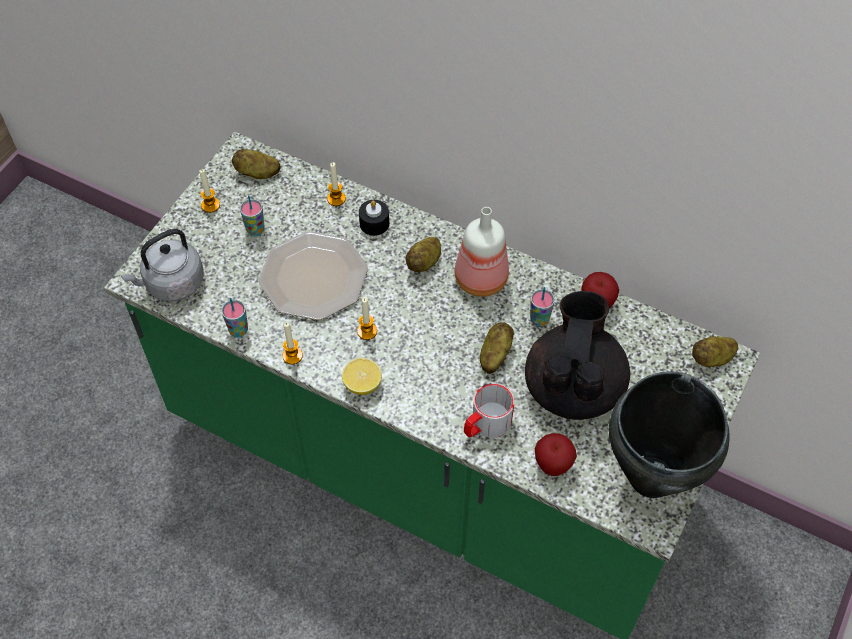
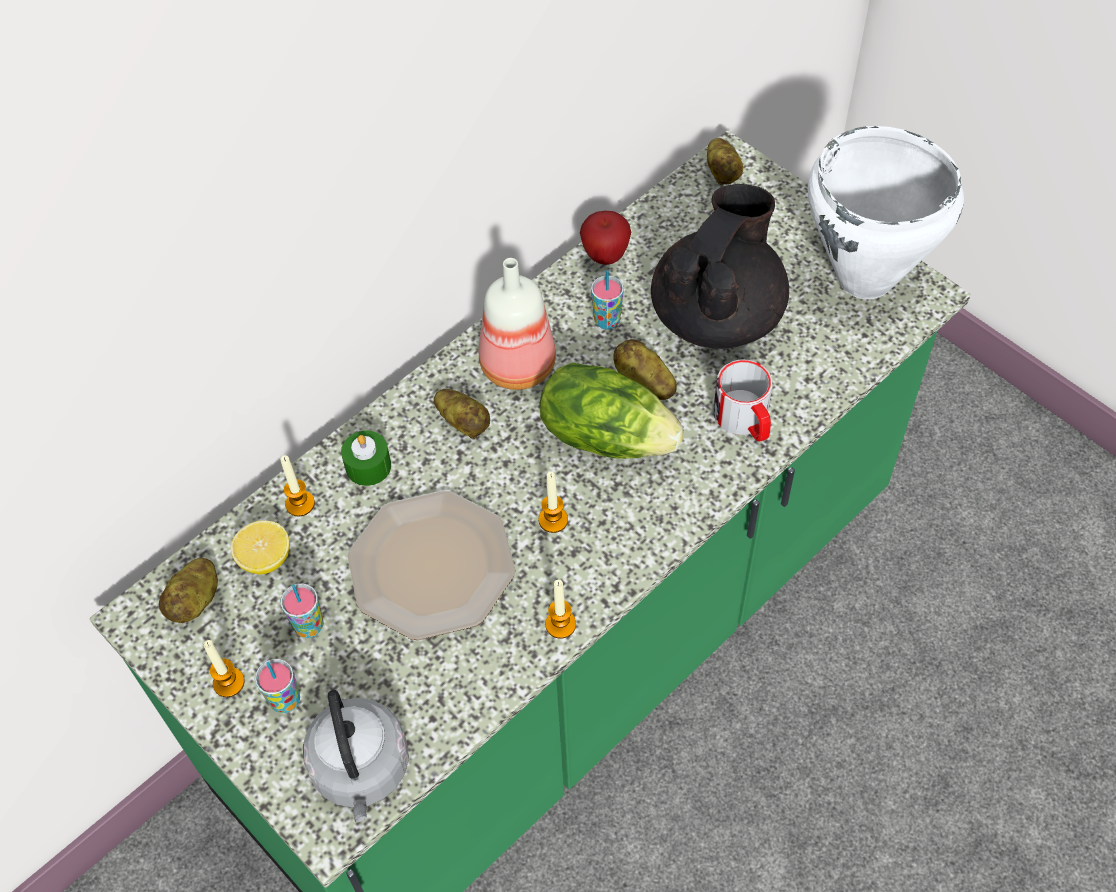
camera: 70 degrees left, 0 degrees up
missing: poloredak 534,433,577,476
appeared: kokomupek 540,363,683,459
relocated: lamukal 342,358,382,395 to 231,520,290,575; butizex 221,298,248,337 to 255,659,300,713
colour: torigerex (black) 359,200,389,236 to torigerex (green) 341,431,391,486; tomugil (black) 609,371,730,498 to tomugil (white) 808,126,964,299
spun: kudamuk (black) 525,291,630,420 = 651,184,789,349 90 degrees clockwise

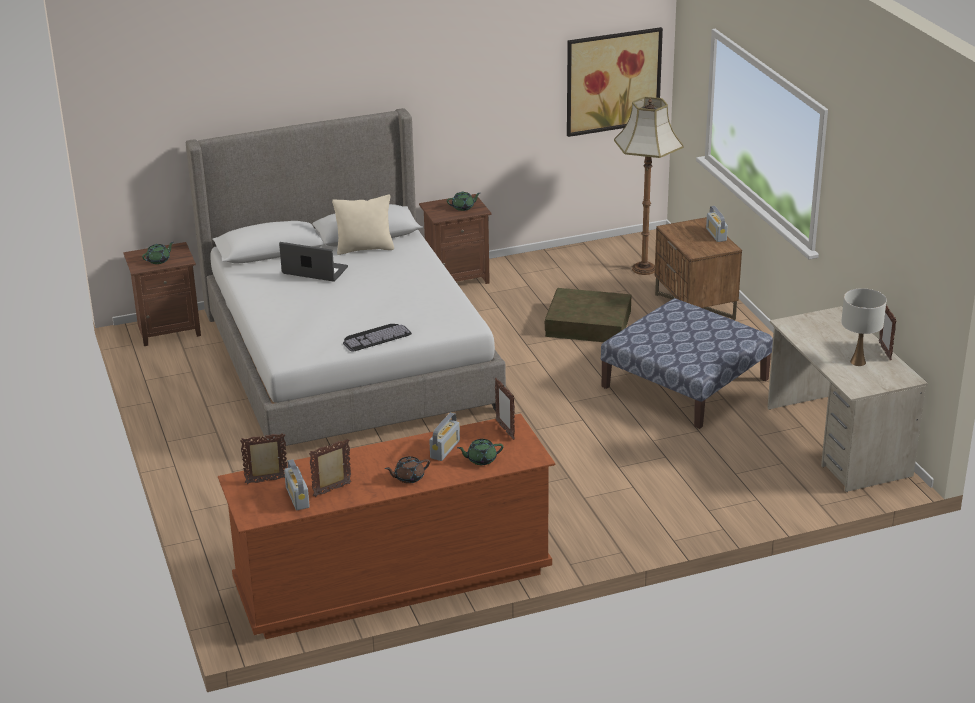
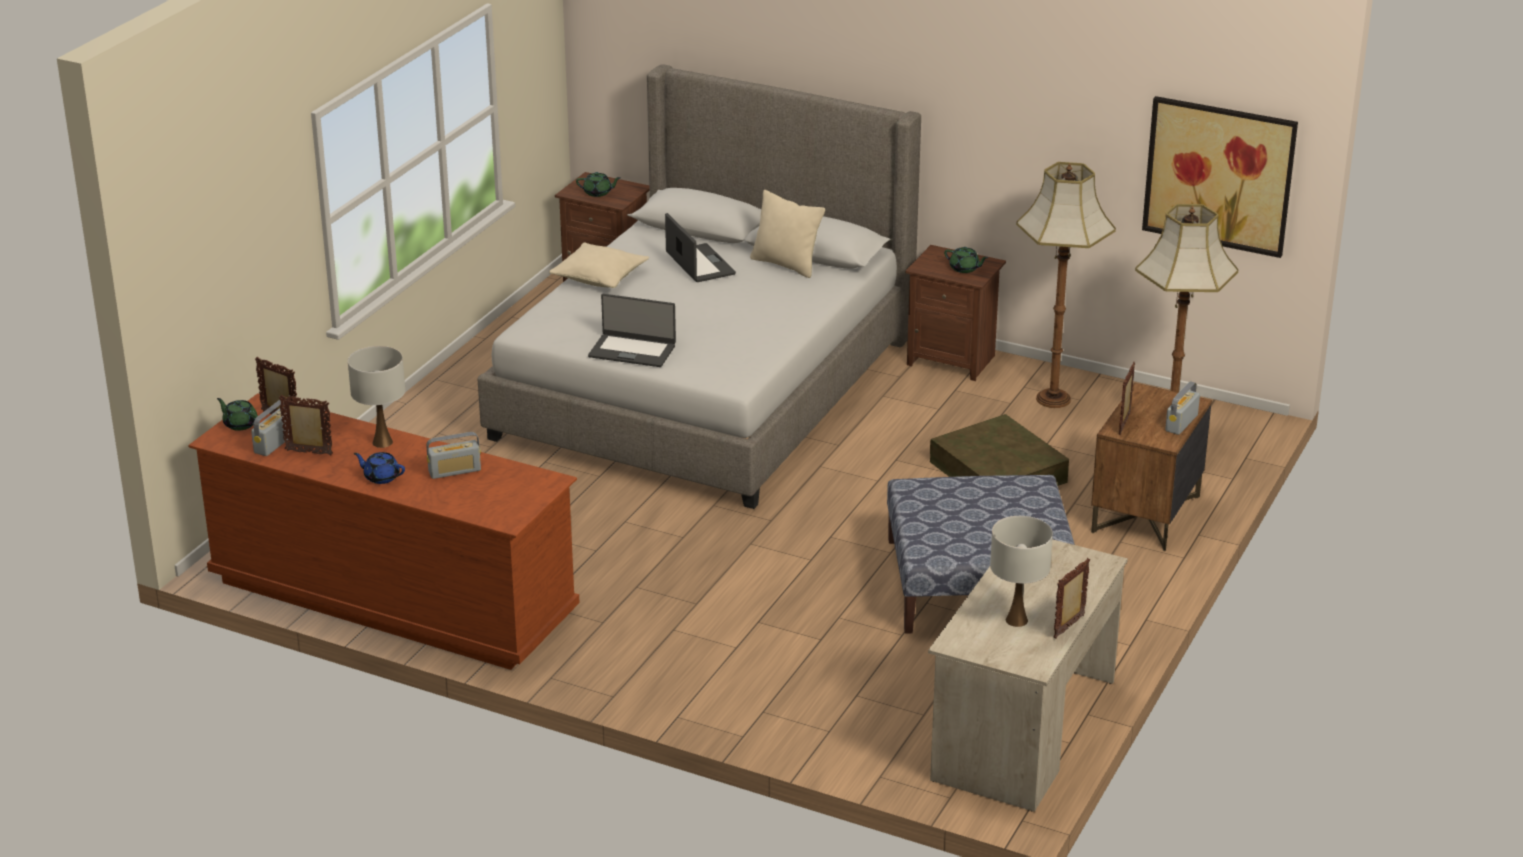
camera: 45 degrees right, 0 degrees up
appeared: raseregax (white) 348,346,405,448; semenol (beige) 549,243,649,288; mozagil 1016,162,1116,408
relocated: kudamuk (green) 457,439,504,465 to 217,398,258,431; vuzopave 495,378,515,440 to 1119,362,1135,435
exchanged: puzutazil 343,324,412,352 to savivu 588,294,676,367
colour: kudamuk (brown) 385,456,430,484 to kudamuk (blue) 354,452,405,484

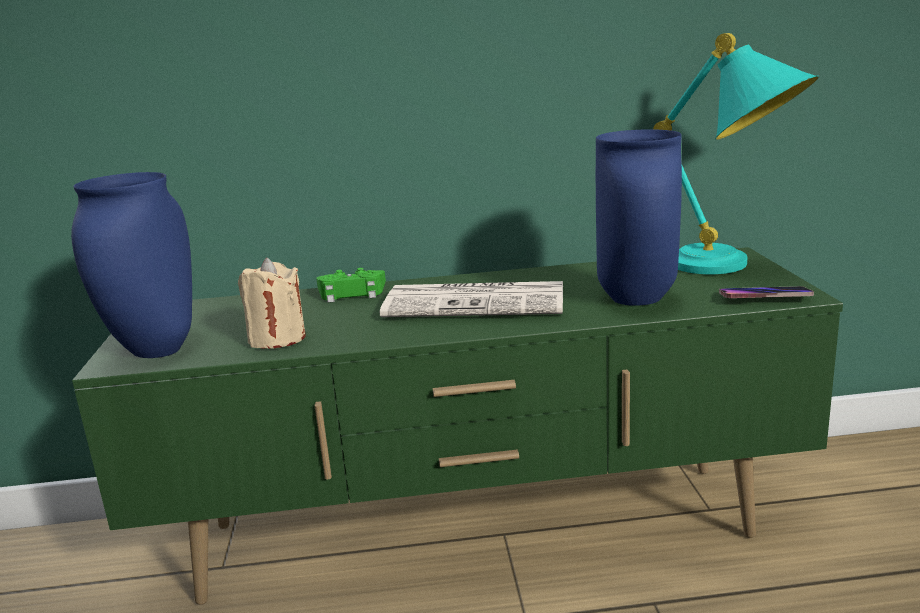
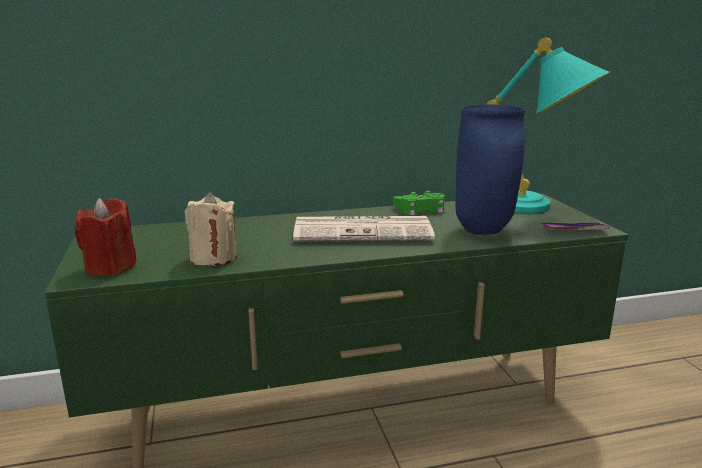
camera: 10 degrees left, 0 degrees up
relocated: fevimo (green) 316,268,386,303 to 393,191,445,216
exchanged: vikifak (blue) 71,172,192,358 to torigerex (red) 75,198,136,276

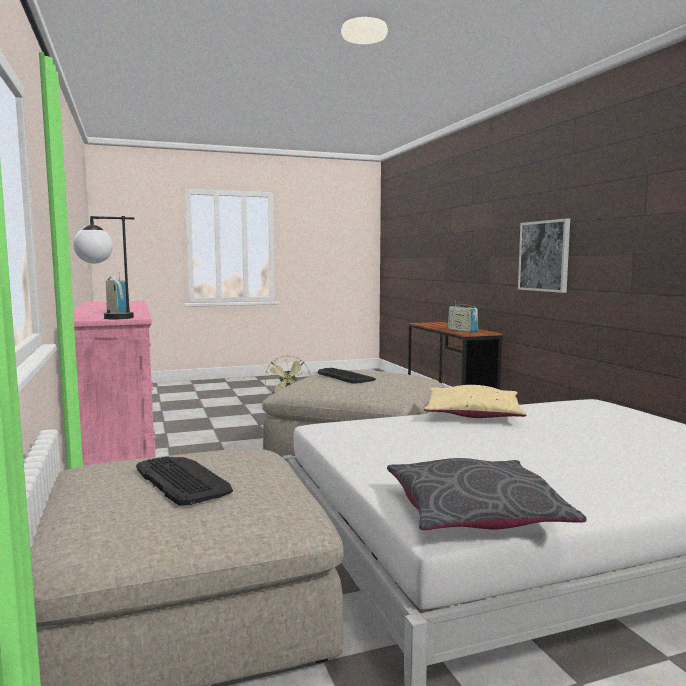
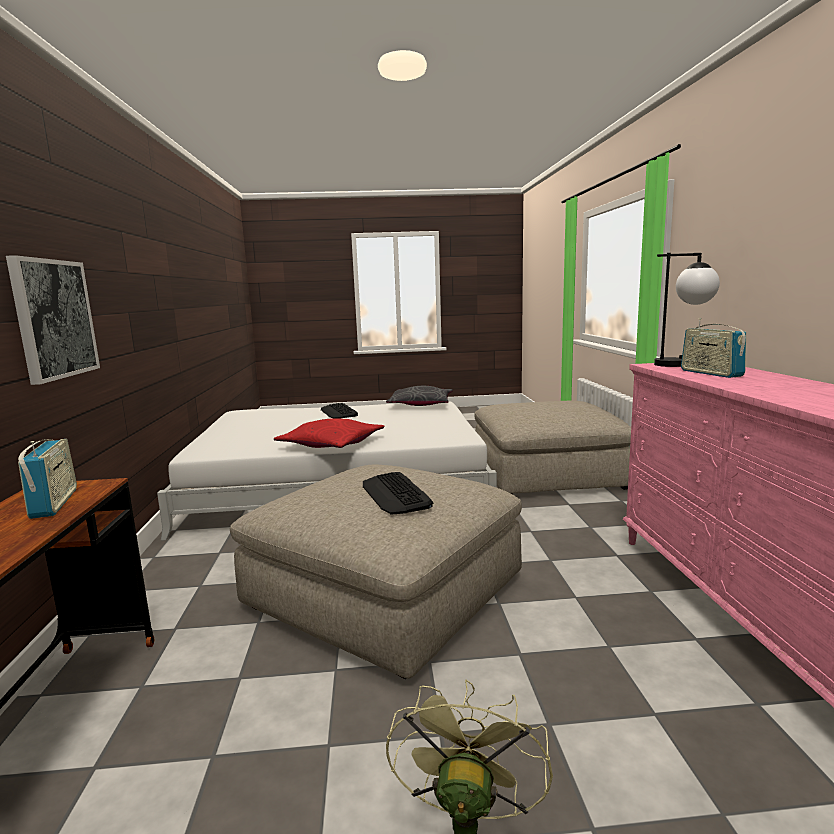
camera: 165 degrees left, 5 degrees up
relocated: puzutazil 136,456,233,506 to 321,403,358,418
colour: semenol (beige) 424,385,527,418 to semenol (red) 274,418,384,448

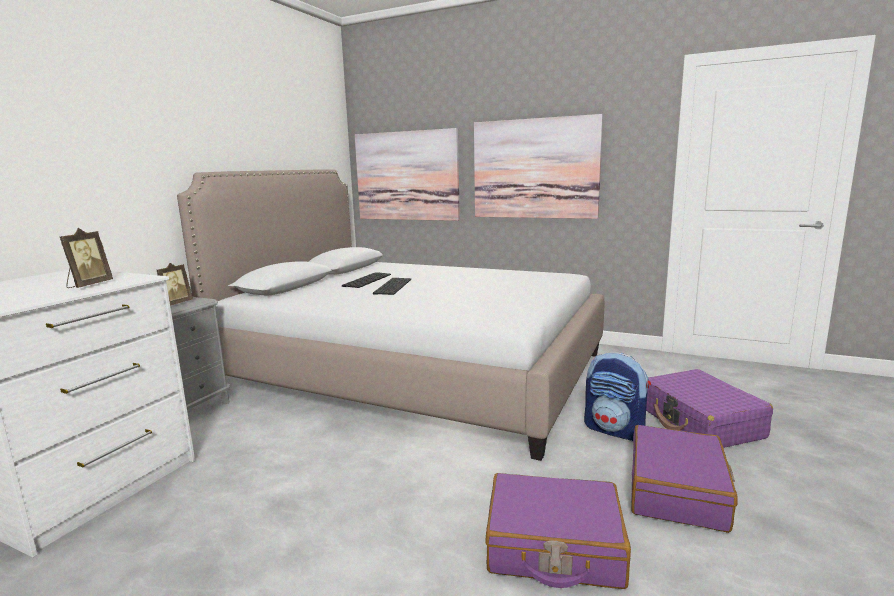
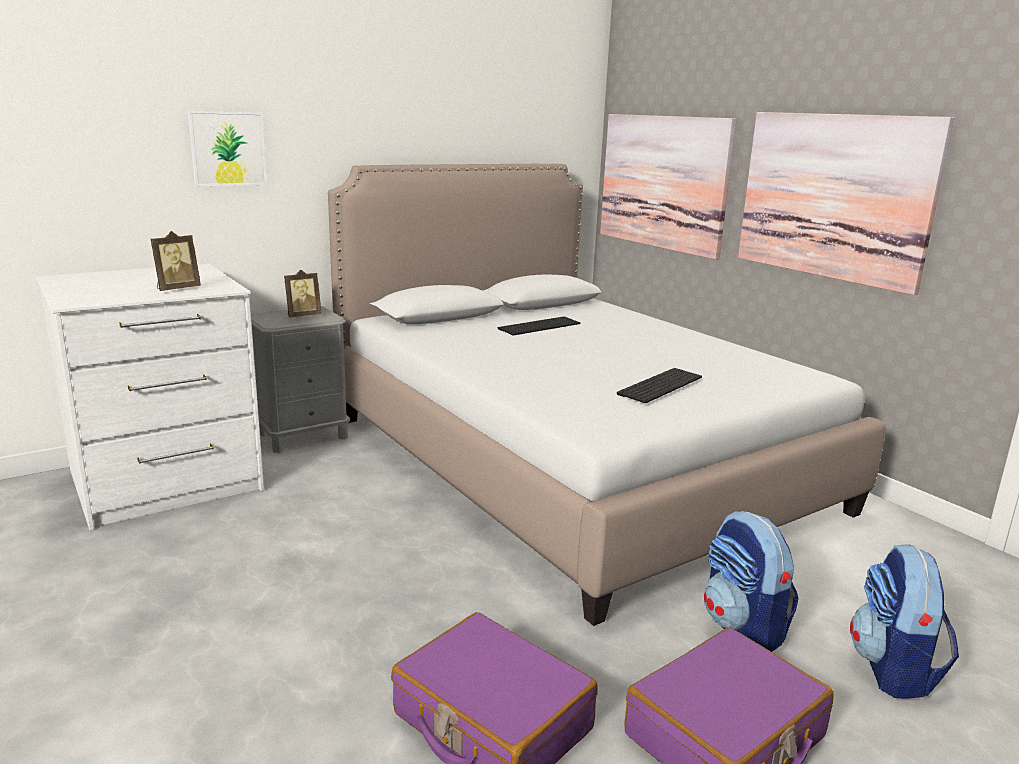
camera: 30 degrees right, 5 degrees up
appeared: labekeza 188,111,267,186
relocated: puzutazil 373,278,411,295 to 617,368,702,403
exchanged: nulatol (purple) 646,369,773,448 to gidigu 850,544,959,699

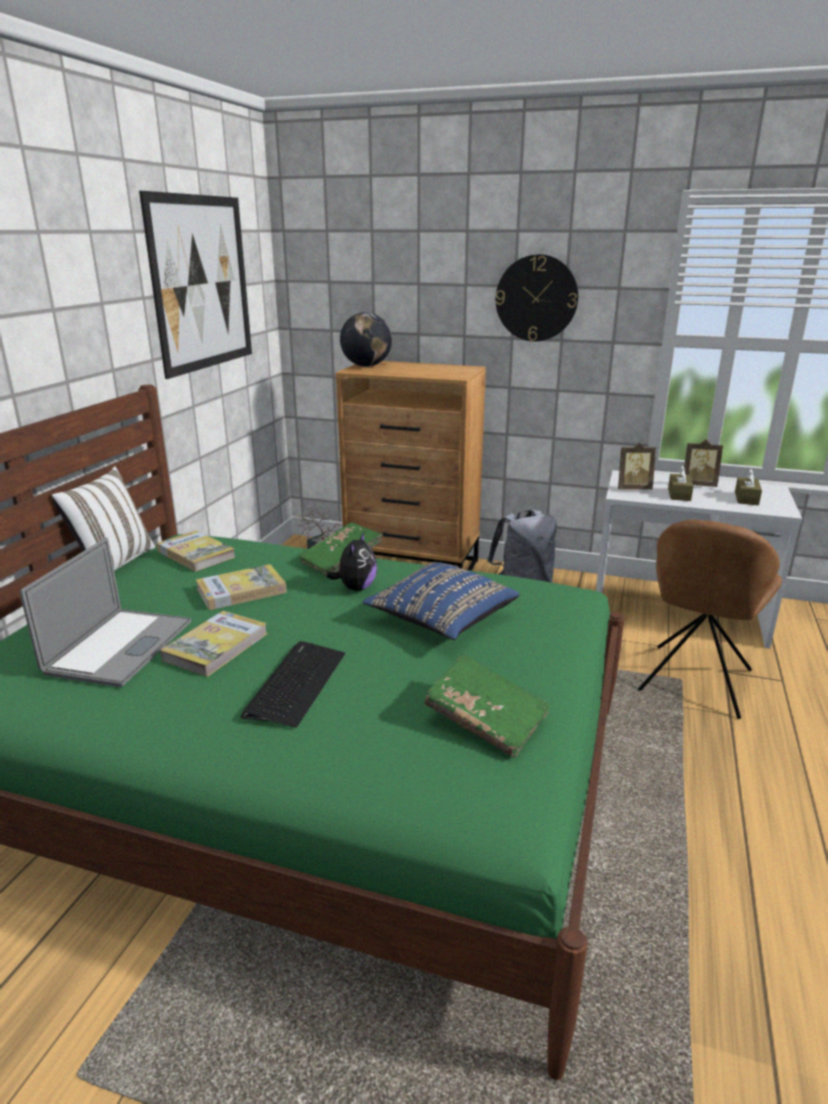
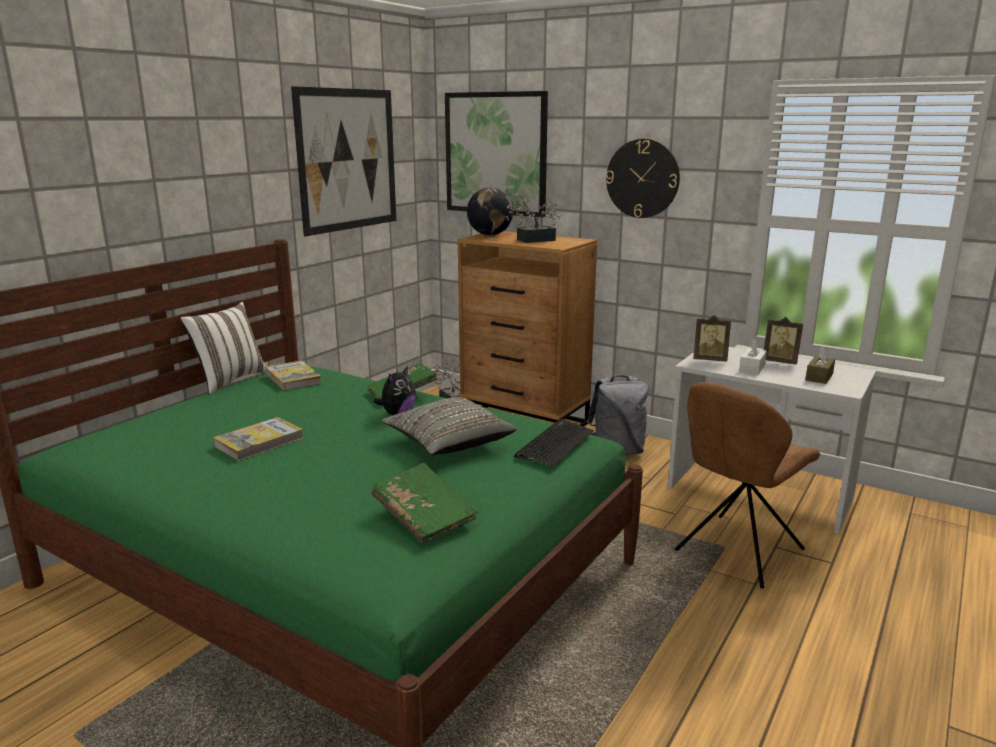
camera: 15 degrees right, 5 degrees down
missing: savivu 20,537,192,687; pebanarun 196,564,287,610
appeared: labekeza 445,91,548,218; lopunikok 506,193,561,243
relocated: puzutazil 240,641,345,728 to 514,419,594,467
colour: semenol (blue) 362,562,520,640 to semenol (grey) 382,397,516,455; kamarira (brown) 668,465,694,501 to kamarira (white) 739,339,767,375

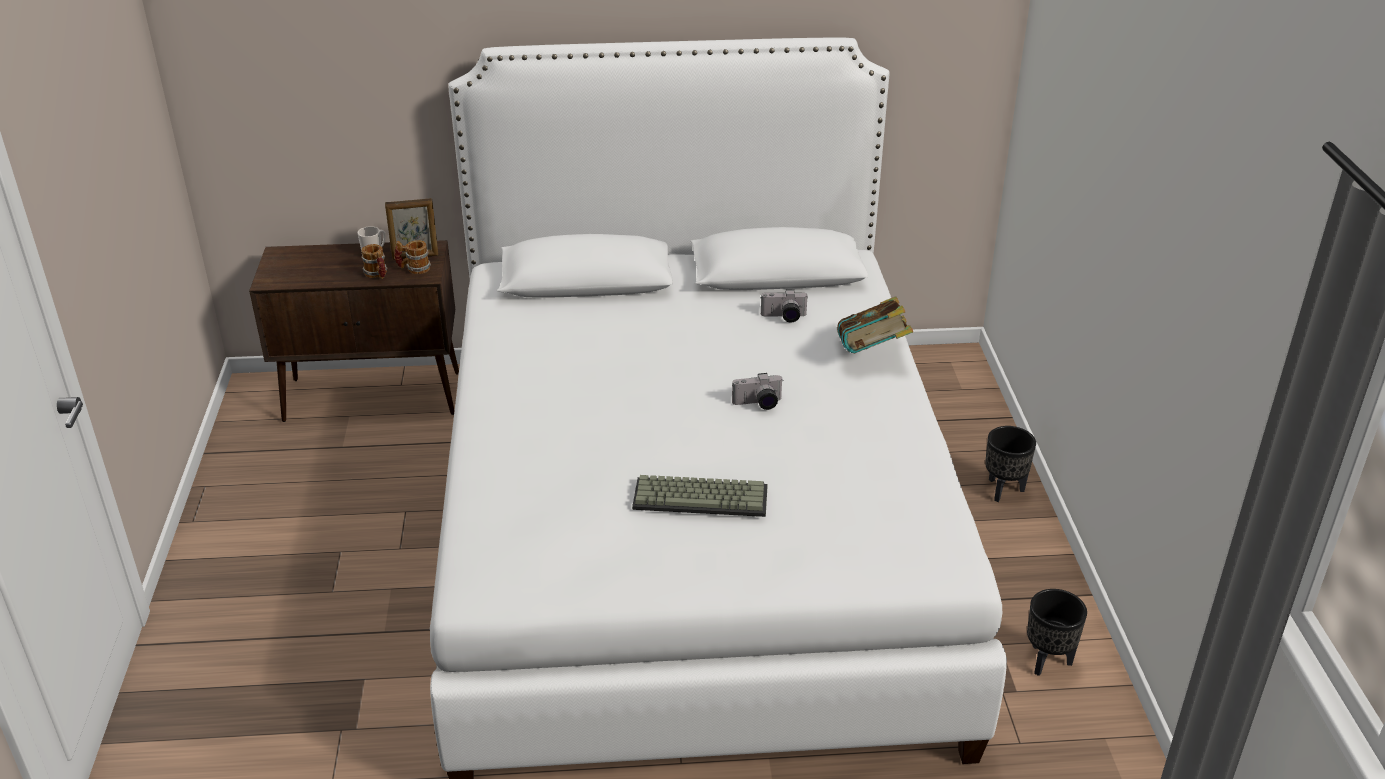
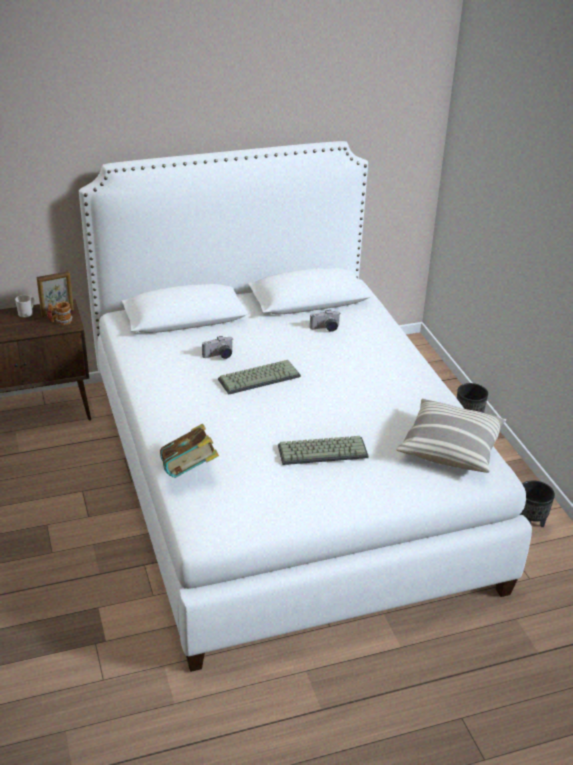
camera: 15 degrees left, 0 degrees up
missing: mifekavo 361,244,387,279
appeared: puzutazil 218,360,301,395; semenol 396,398,506,473
relocated: pebanarun 837,296,913,353 to 160,423,219,478; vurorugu 732,373,784,410 to 202,336,233,359

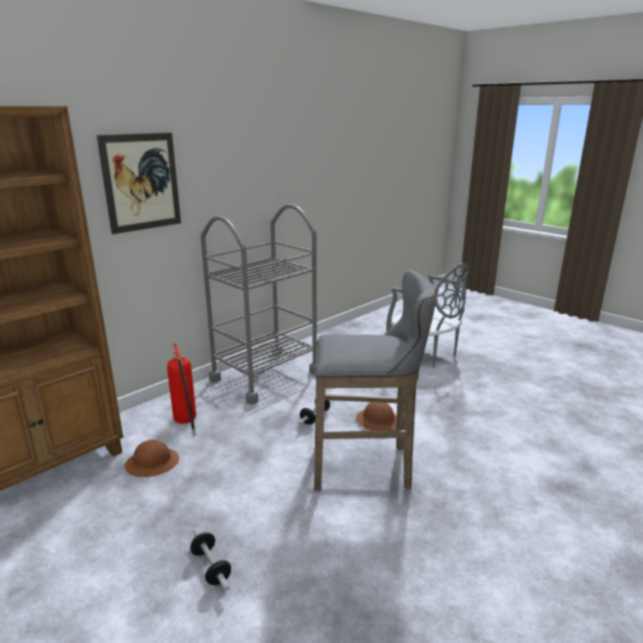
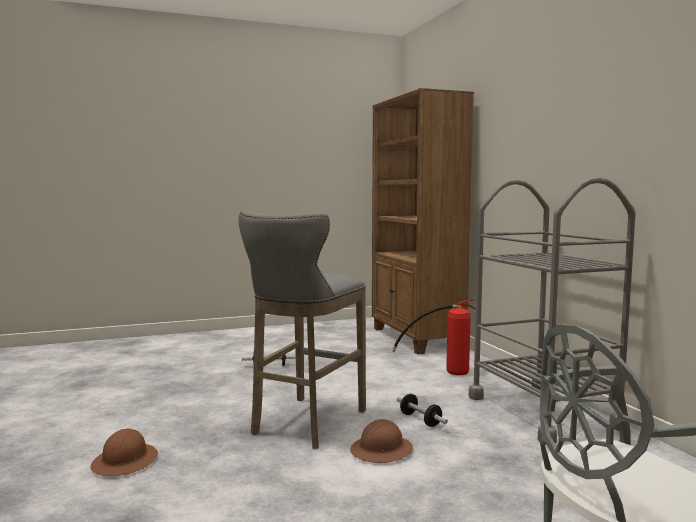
camera: 115 degrees right, 15 degrees down
missing: labekeza 97,133,181,234
relocated: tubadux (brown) 124,440,179,477 to 90,429,158,476

